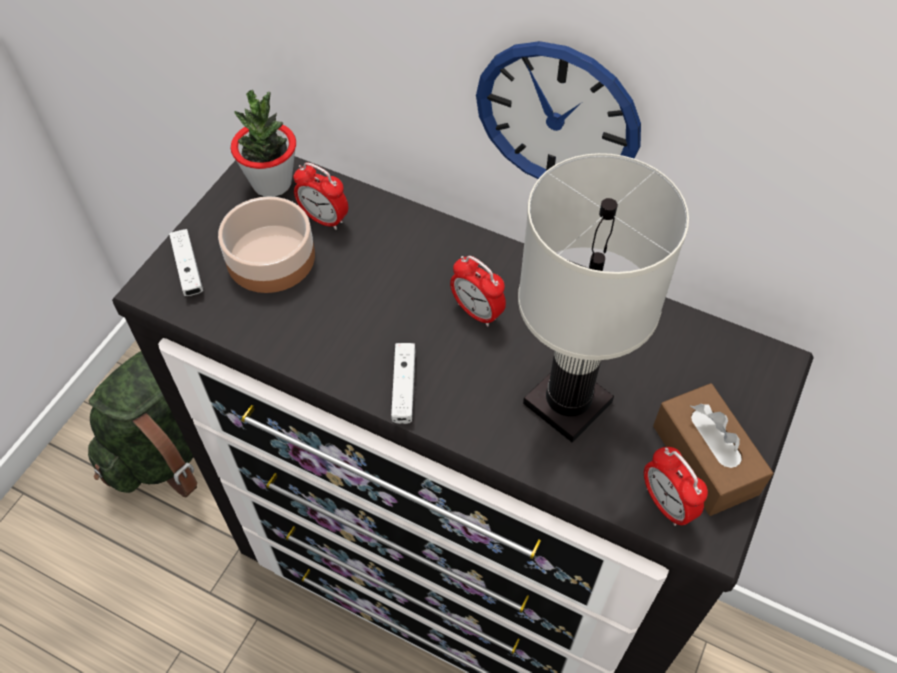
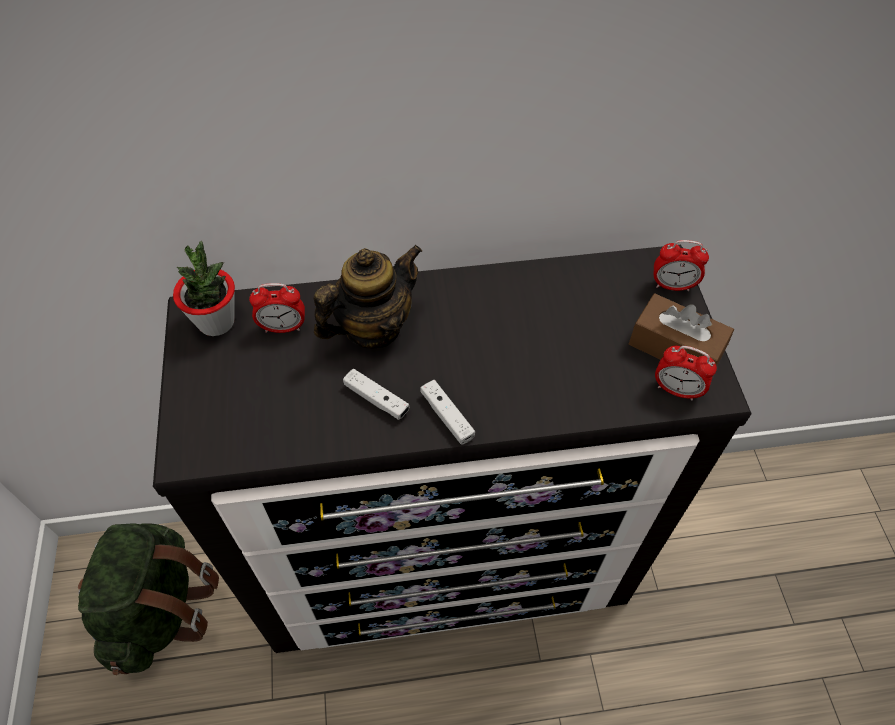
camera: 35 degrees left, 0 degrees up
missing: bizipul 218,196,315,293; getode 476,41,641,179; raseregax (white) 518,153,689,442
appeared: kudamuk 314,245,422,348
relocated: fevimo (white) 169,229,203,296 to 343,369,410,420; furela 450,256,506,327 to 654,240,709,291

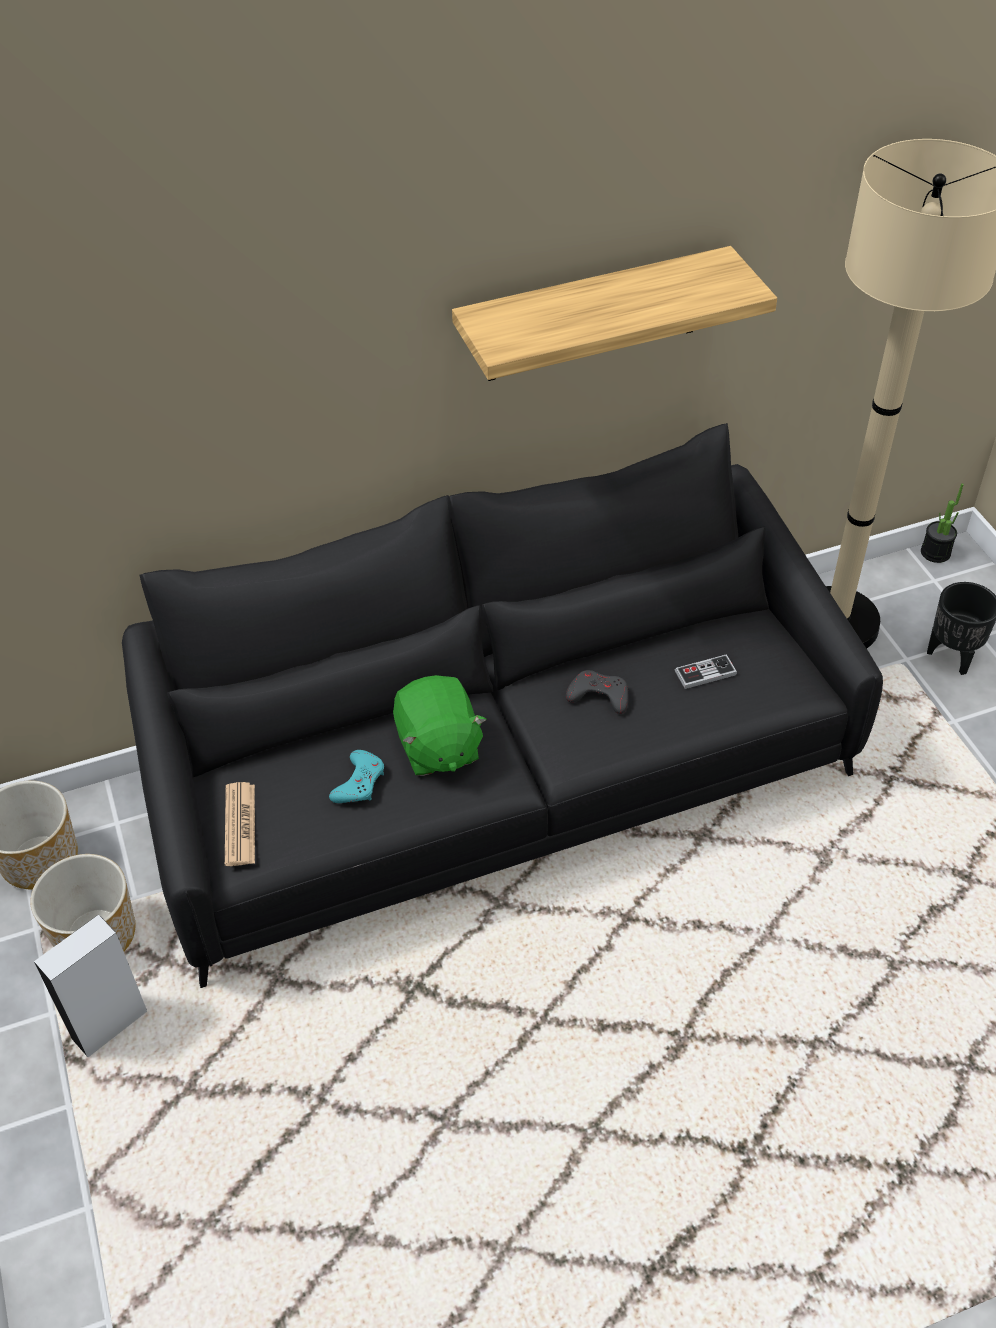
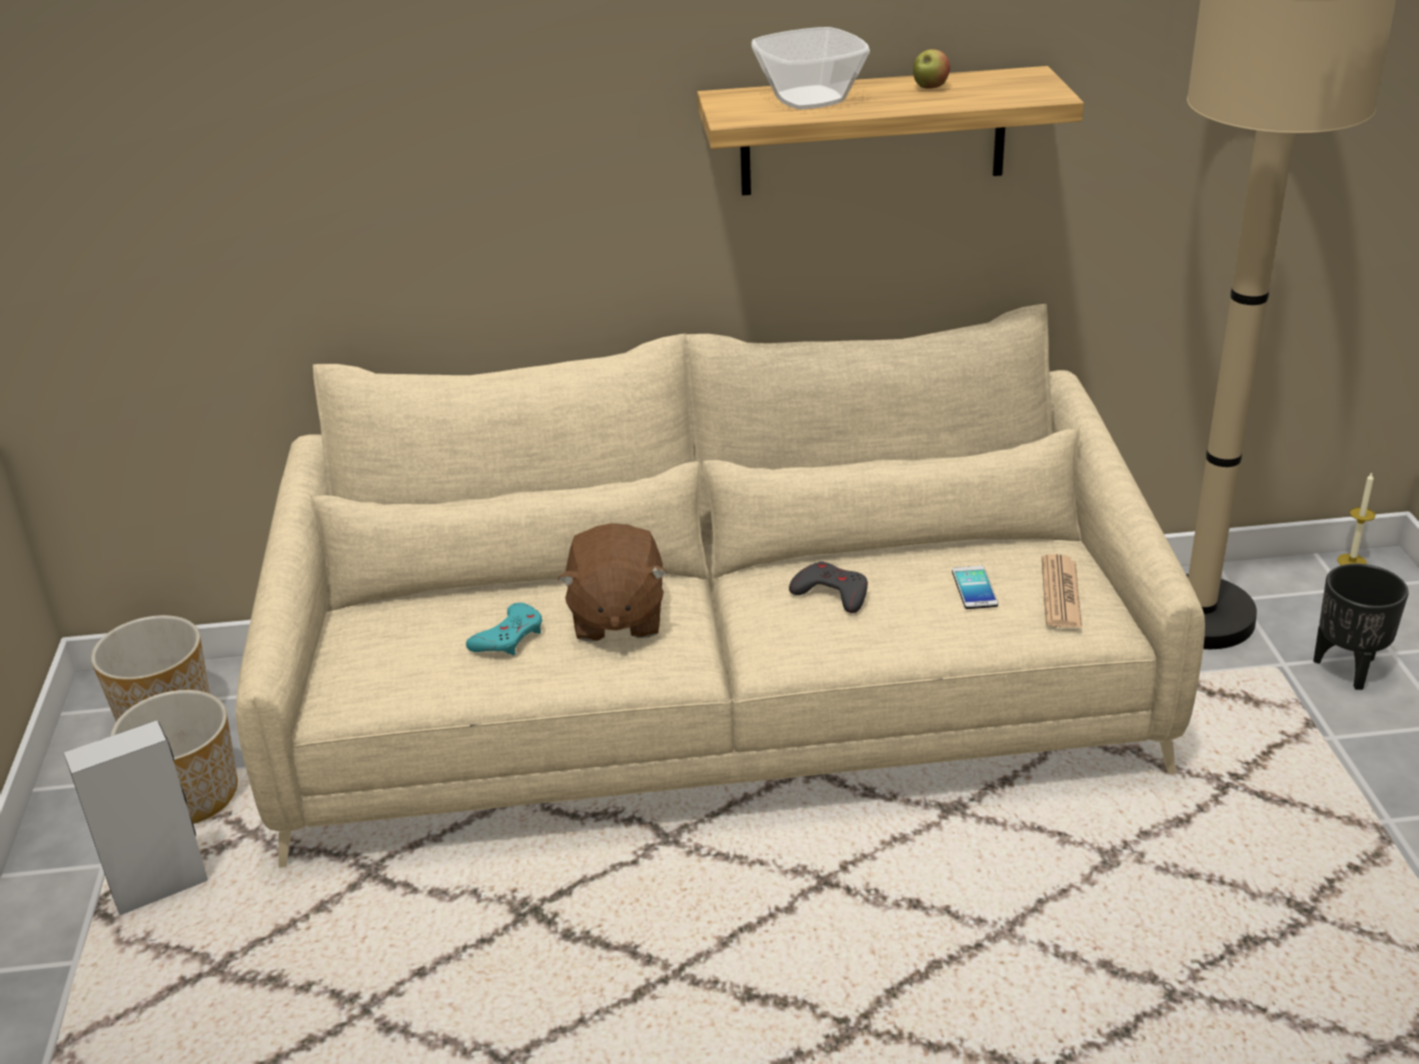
camera: 15 degrees right, 15 degrees down
appeared: bizipul 751,27,870,109; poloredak 913,49,950,89
relocated: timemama 225,782,255,866 to 1042,554,1082,628
exchanged: fevimo 675,654,737,689 to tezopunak 952,566,998,609; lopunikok 921,483,964,563 to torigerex 1337,472,1376,565
colour: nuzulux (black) 122,423,883,988 to nuzulux (beige) 236,304,1205,868; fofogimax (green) 393,675,487,776 to fofogimax (brown) 558,523,668,641

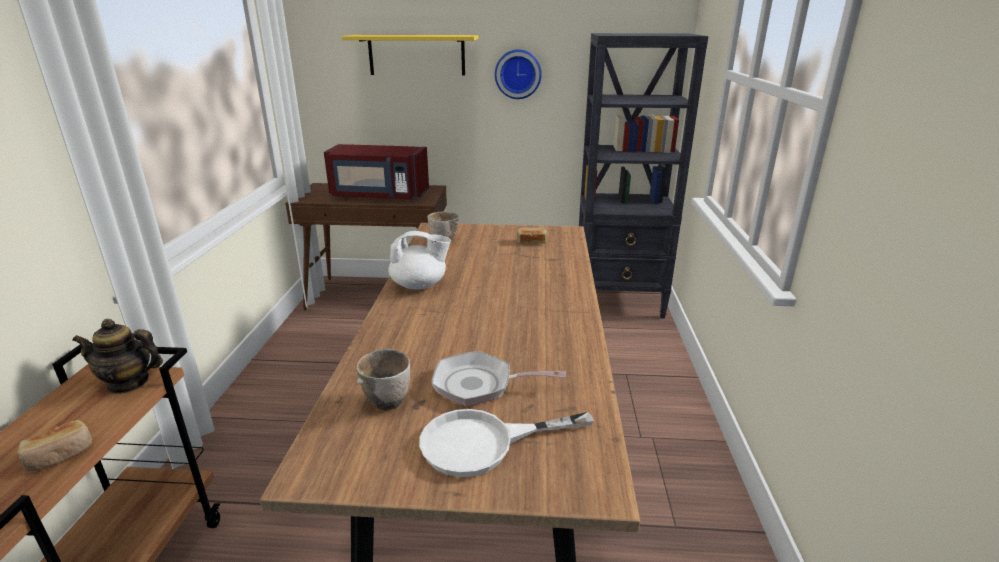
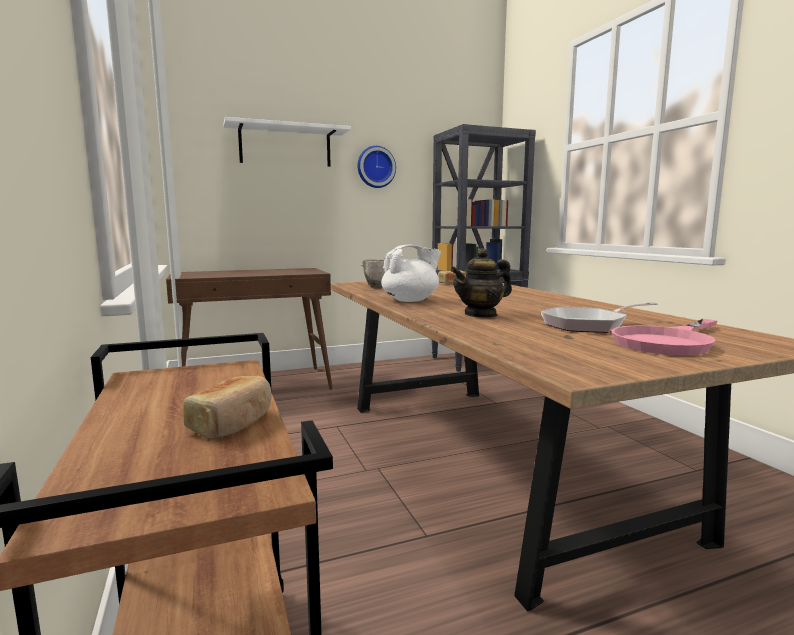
camera: 25 degrees left, 15 degrees down
missing: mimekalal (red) 324,144,429,201; bizipul 356,349,410,410
relocated: kudamuk 72,319,163,394 to 450,248,512,318
colour: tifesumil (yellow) 342,35,478,76 to tifesumil (white) 223,117,351,167; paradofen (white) 419,409,594,477 to paradofen (pink) 611,319,717,355

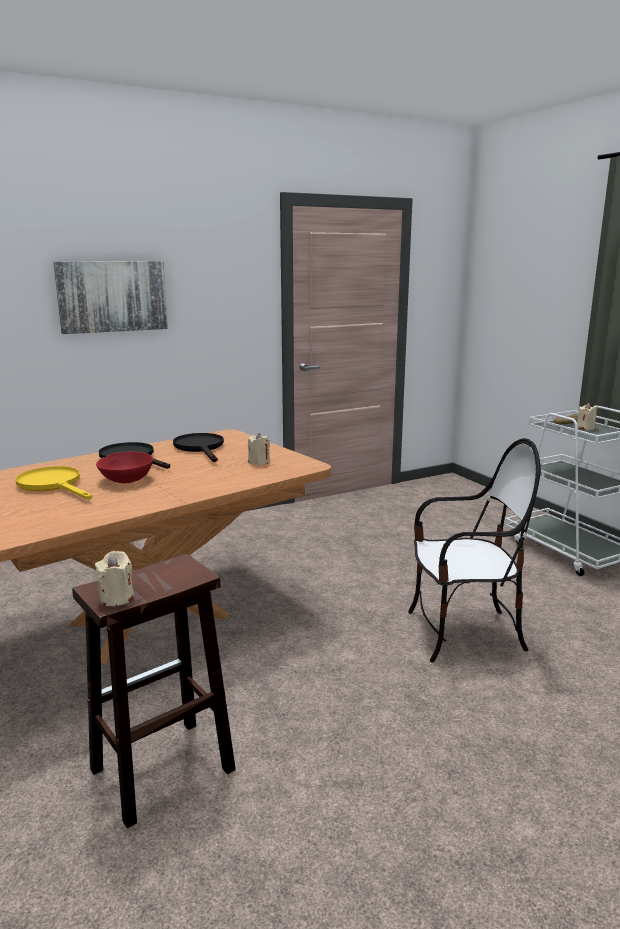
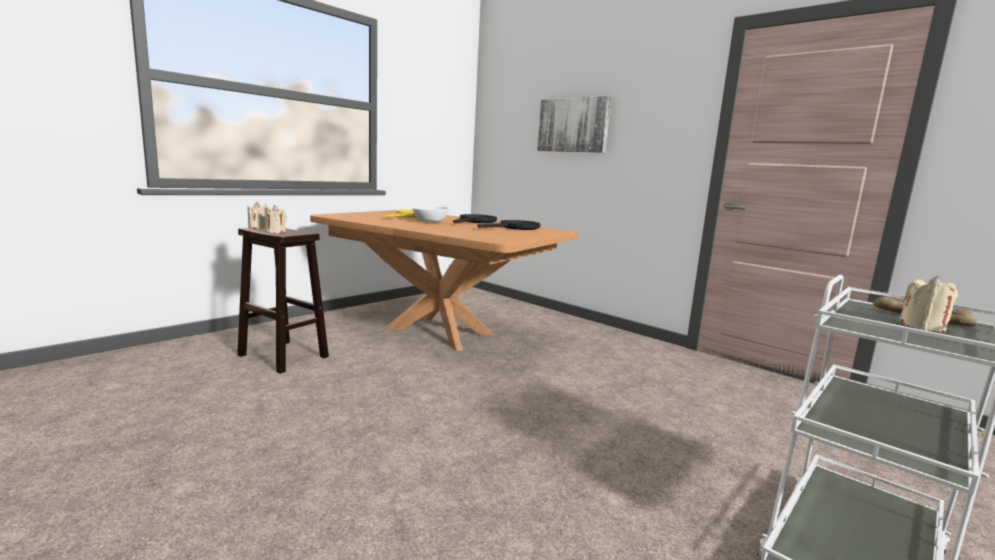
camera: 70 degrees right, 5 degrees down
missing: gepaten 408,438,541,663
relocated: torigerex (beige) 248,433,270,465 to 264,205,287,234
colour: bizipul (red) 96,451,153,483 to bizipul (white) 412,207,449,223

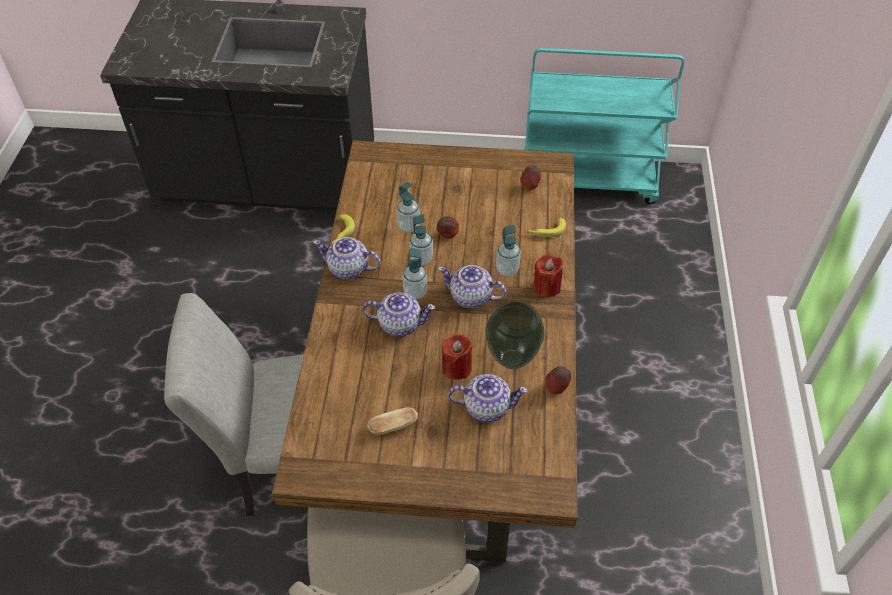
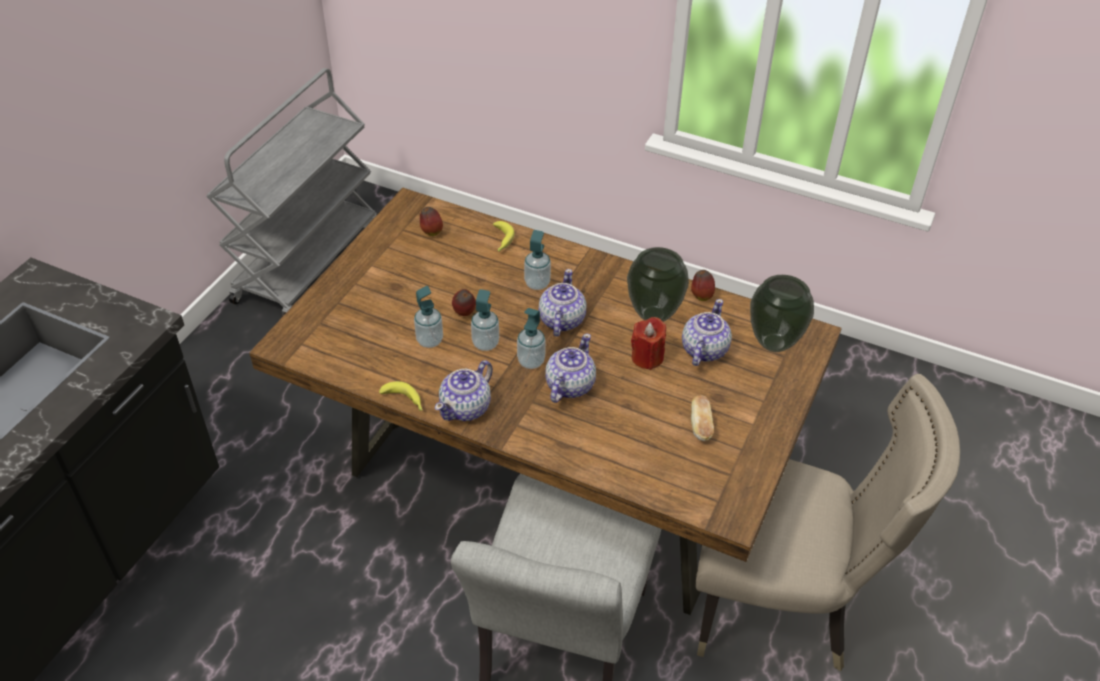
camera: 70 degrees left, 5 degrees down
missing: torigerex (red) 533,254,563,297
appeared: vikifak 750,275,814,352
colour: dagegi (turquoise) 522,48,684,204 to dagegi (grey) 206,68,377,317
spun: kudamuk 438,265,506,308 = 539,269,587,337 150 degrees clockwise

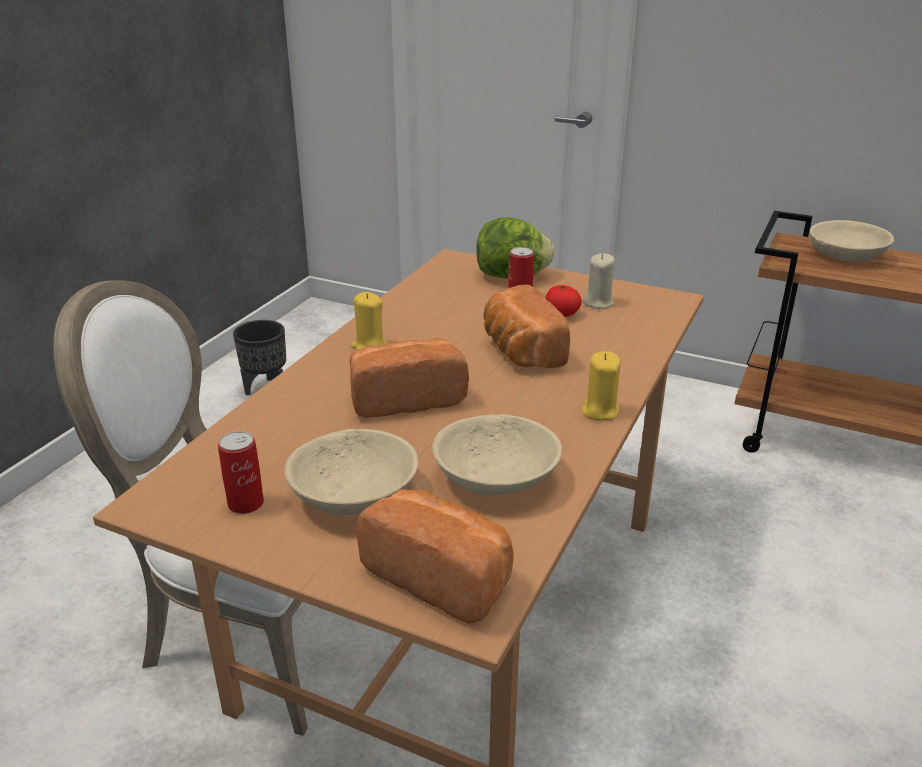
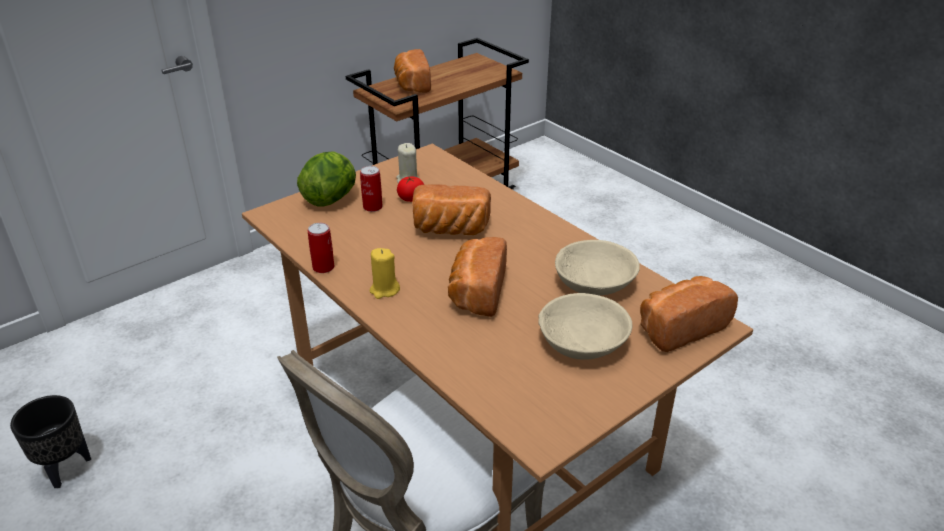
camera: 65 degrees left, 5 degrees up
missing: torigerex (yellow) 581,351,621,421
relocated: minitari 218,431,264,514 to 308,223,334,273
exchanged: bizipul (beige) 809,220,894,263 to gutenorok 394,49,431,93

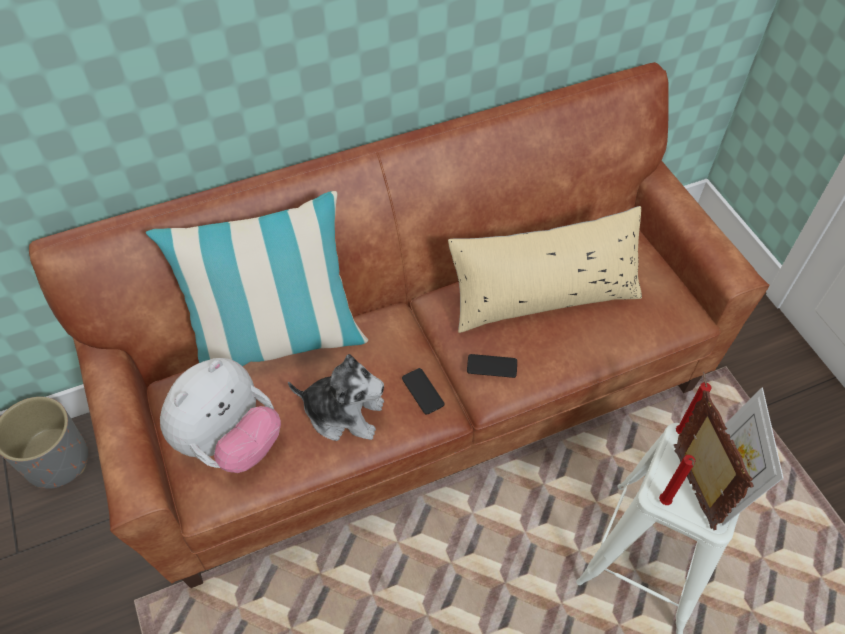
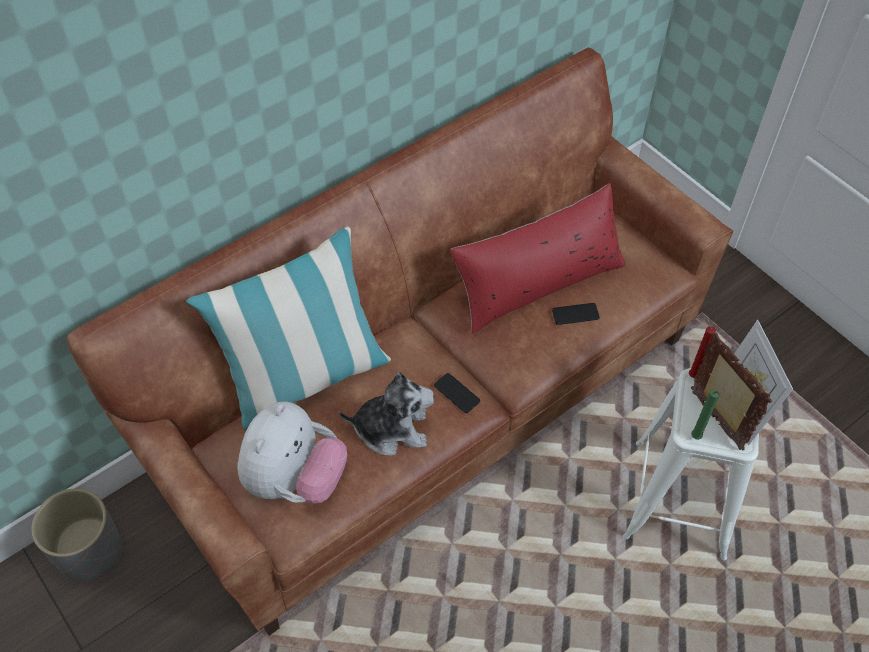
camera: 15 degrees left, 0 degrees up
relocated: tezopunak 467,354,517,378 to 552,303,600,325
colour: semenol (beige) 448,206,642,333 to semenol (red) 450,183,625,333; torigerex (red) 659,455,695,505 to torigerex (green) 691,389,721,440

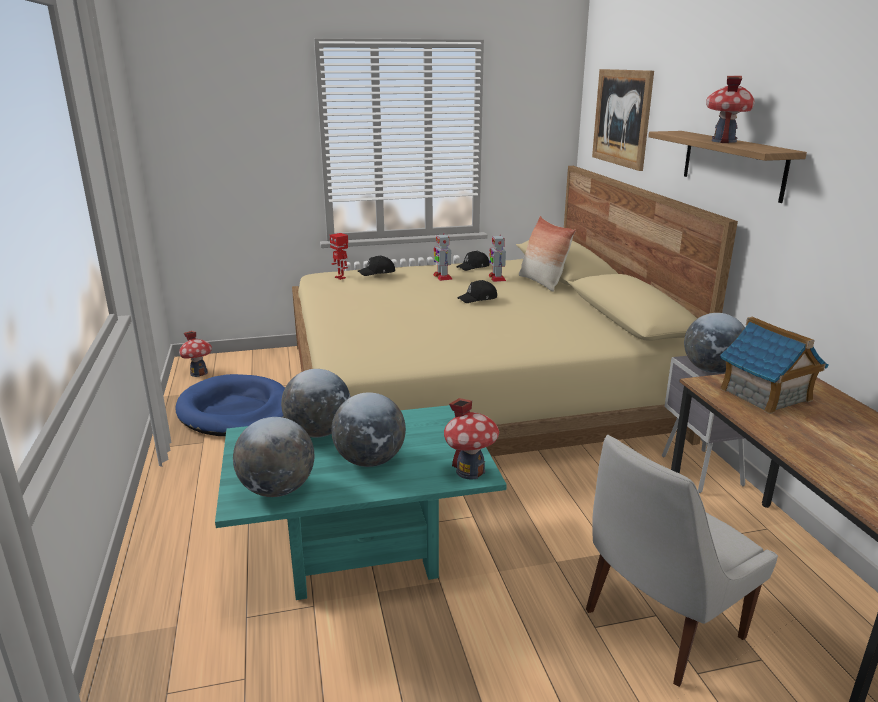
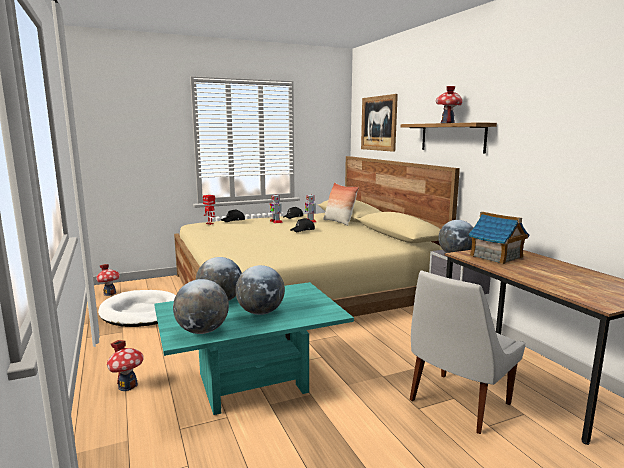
camera: 10 degrees left, 10 degrees down
relocated: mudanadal 444,398,499,479 to 107,340,144,391
colour: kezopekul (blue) 176,374,285,436 to kezopekul (white) 98,290,176,327

